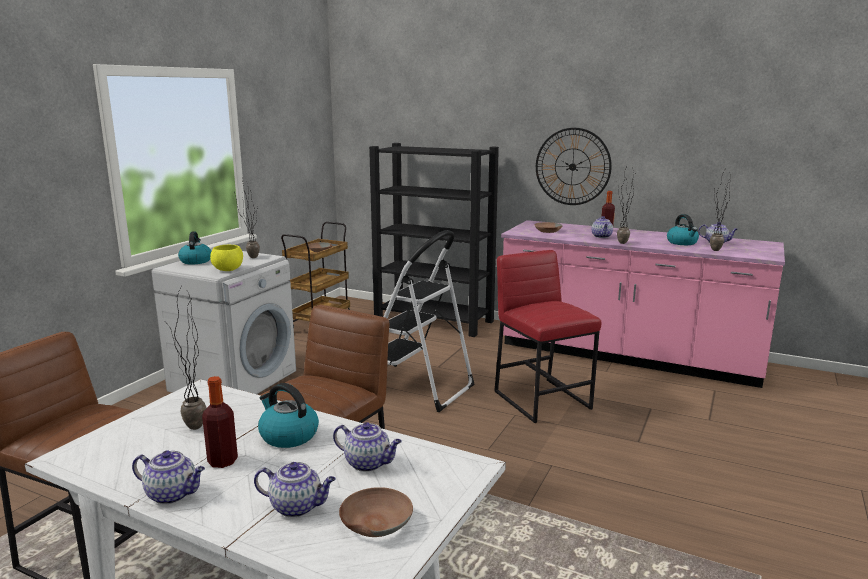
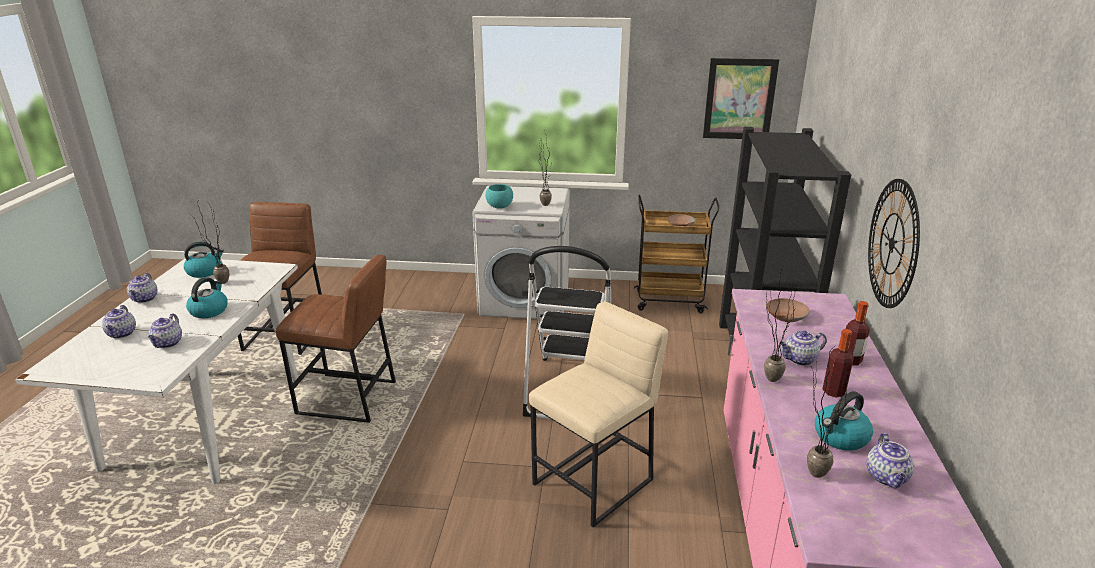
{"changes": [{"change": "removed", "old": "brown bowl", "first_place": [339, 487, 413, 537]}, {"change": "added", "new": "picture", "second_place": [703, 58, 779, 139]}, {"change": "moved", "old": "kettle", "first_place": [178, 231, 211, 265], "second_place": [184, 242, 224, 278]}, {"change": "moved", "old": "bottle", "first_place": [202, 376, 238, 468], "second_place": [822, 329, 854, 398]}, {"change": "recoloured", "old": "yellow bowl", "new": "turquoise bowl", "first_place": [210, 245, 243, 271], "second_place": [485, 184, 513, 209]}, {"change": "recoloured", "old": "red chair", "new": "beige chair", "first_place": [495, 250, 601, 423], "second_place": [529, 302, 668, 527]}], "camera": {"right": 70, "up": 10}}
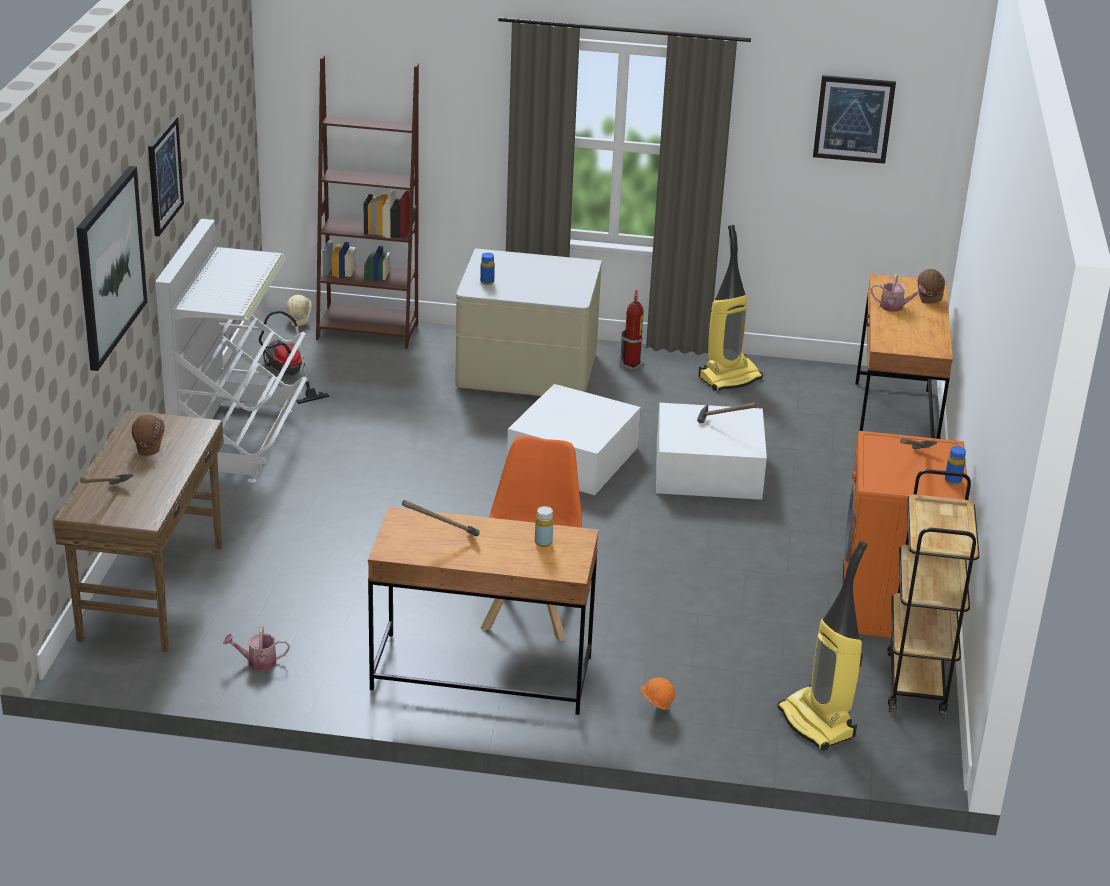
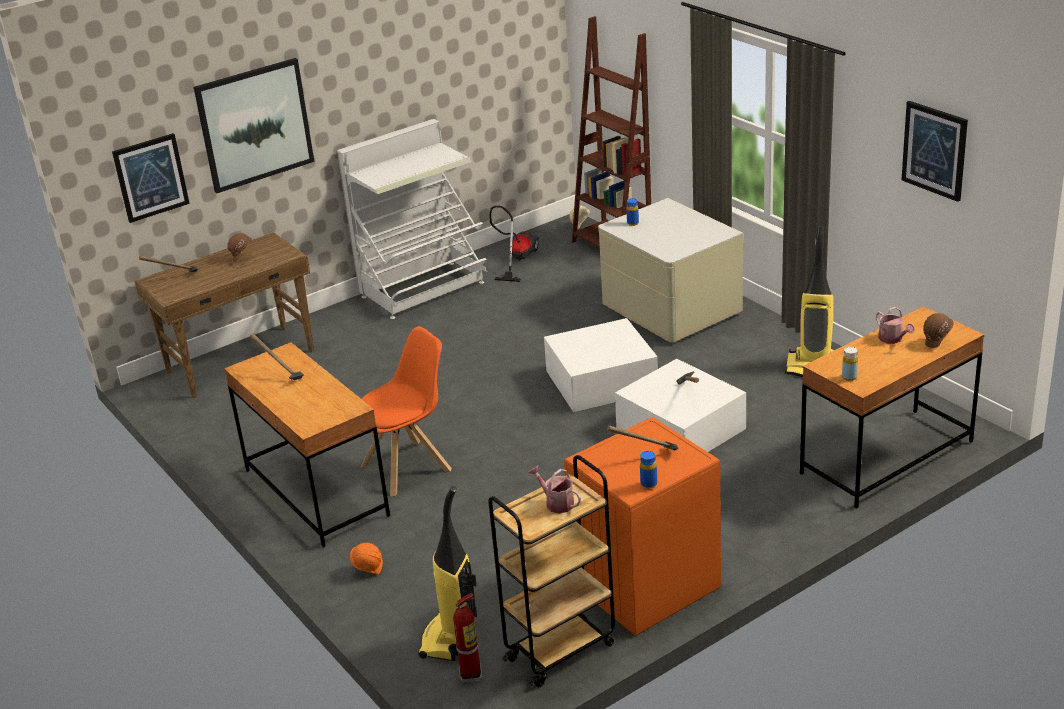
{"changes": [{"change": "moved", "old": "picture", "first_place": [148, 116, 184, 236], "second_place": [112, 133, 190, 223]}, {"change": "moved", "old": "watering can", "first_place": [223, 626, 290, 670], "second_place": [528, 466, 581, 513]}, {"change": "moved", "old": "yellow bottle", "first_place": [535, 506, 553, 547], "second_place": [842, 347, 858, 381]}, {"change": "moved", "old": "fire extinguisher", "first_place": [620, 290, 644, 371], "second_place": [453, 593, 482, 683]}], "camera": {"right": 50, "up": 0}}
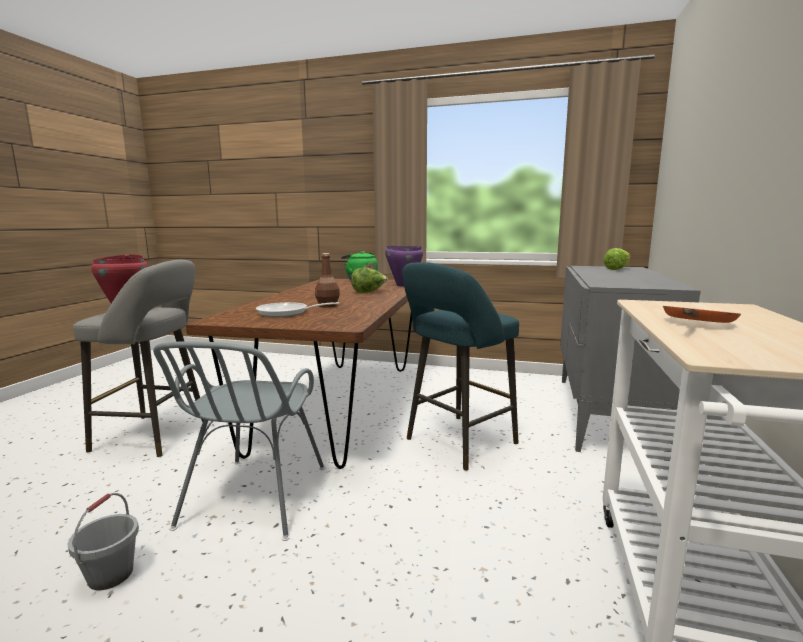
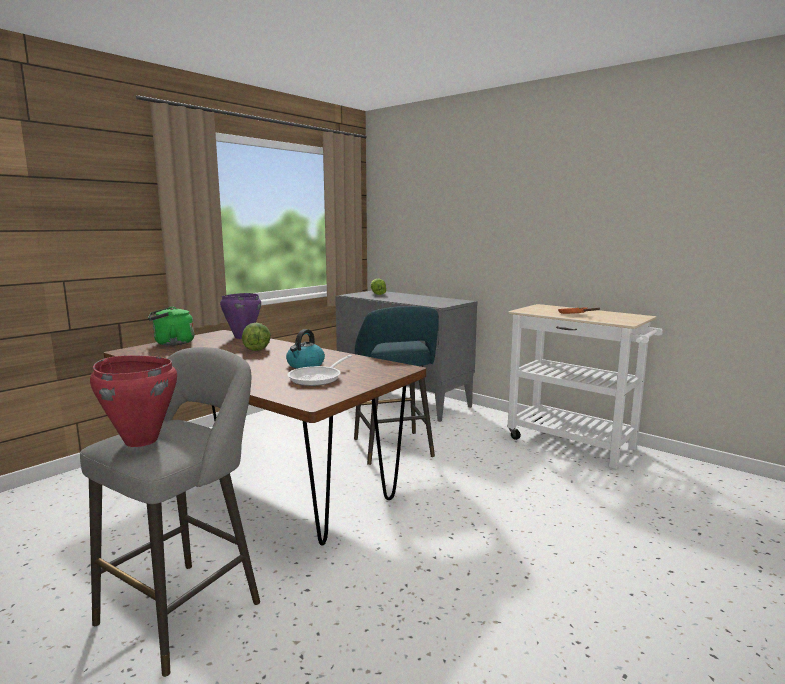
{"changes": [{"change": "removed", "old": "grey bucket", "first_place": [67, 493, 139, 590]}, {"change": "removed", "old": "grey chair", "first_place": [153, 341, 325, 541]}, {"change": "replaced", "old": "brown bottle", "new": "kettle", "first_place": [315, 253, 340, 308], "second_place": [286, 329, 325, 369]}], "camera": {"right": -65, "up": 0}}
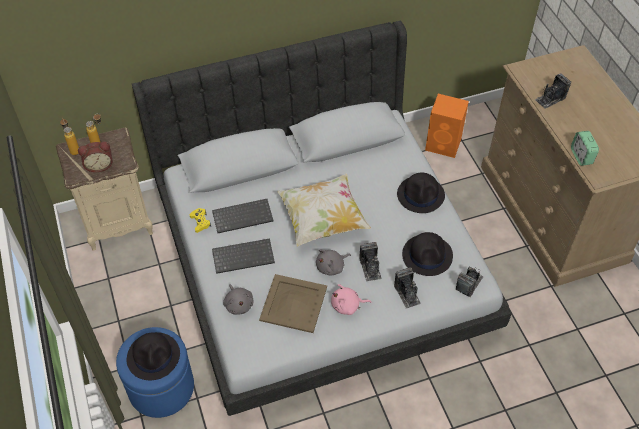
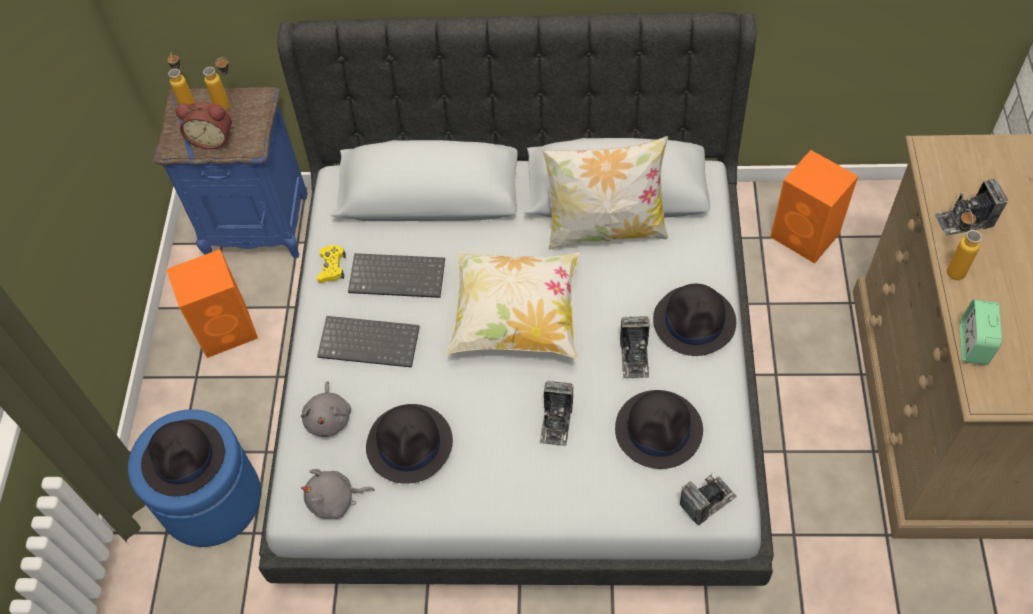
{"changes": [{"change": "removed", "old": "pink plush toy", "first_place": [331, 284, 372, 315]}, {"change": "added", "new": "orange speaker", "second_place": [166, 249, 258, 358]}, {"change": "added", "new": "pillow", "second_place": [542, 136, 668, 250]}, {"change": "added", "new": "bottle", "second_place": [947, 209, 982, 280]}, {"change": "moved", "old": "grey plush toy", "first_place": [316, 250, 351, 276], "second_place": [301, 469, 375, 519]}, {"change": "moved", "old": "photo camera", "first_place": [394, 267, 421, 309], "second_place": [620, 316, 650, 379]}, {"change": "replaced", "old": "beige tray", "new": "black hat", "first_place": [259, 274, 327, 333], "second_place": [366, 404, 453, 484]}, {"change": "recoloured", "old": "beige nightstand", "new": "blue nightstand", "first_place": [56, 128, 153, 251], "second_place": [153, 87, 308, 258]}], "camera": {"right": 25, "up": 5}}
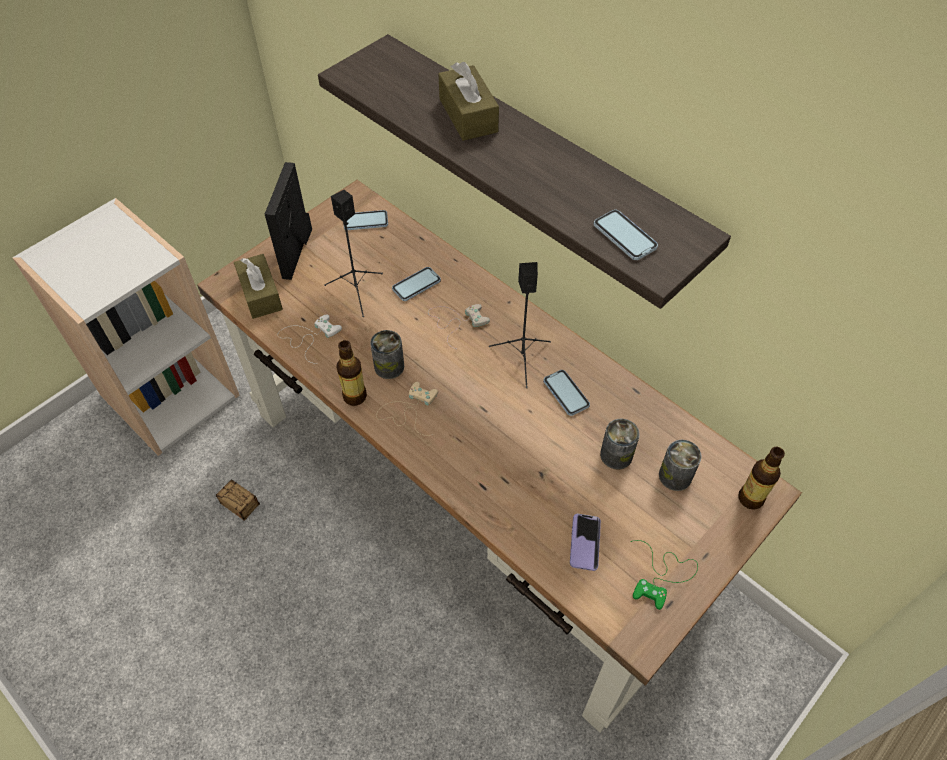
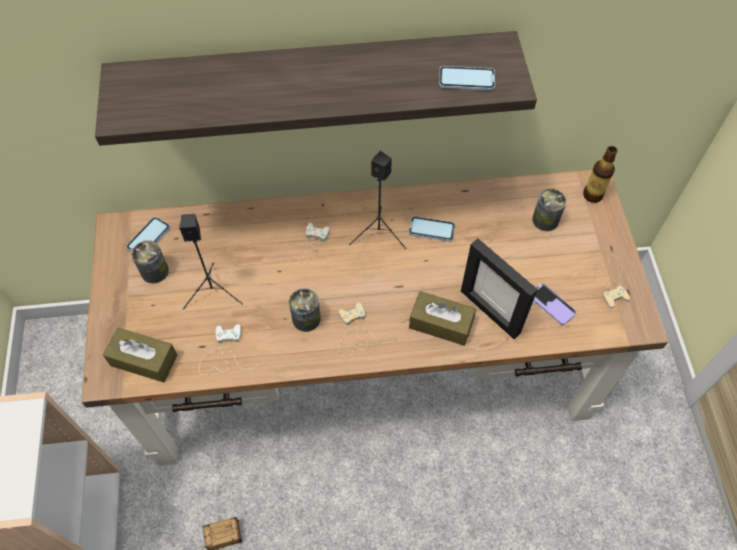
{"changes": [{"change": "removed", "old": "bottle", "first_place": [336, 340, 367, 406]}, {"change": "removed", "old": "phone", "first_place": [392, 267, 441, 301]}, {"change": "moved", "old": "picture frame", "first_place": [265, 162, 312, 280], "second_place": [461, 238, 538, 339]}, {"change": "moved", "old": "brown tissue box", "first_place": [439, 61, 499, 141], "second_place": [409, 291, 476, 346]}, {"change": "moved", "old": "can", "first_place": [600, 419, 640, 470], "second_place": [131, 240, 169, 284]}, {"change": "recoloured", "old": "green game controller", "new": "beige game controller", "first_place": [630, 540, 698, 610], "second_place": [573, 256, 630, 308]}], "camera": {"right": -50, "up": 5}}
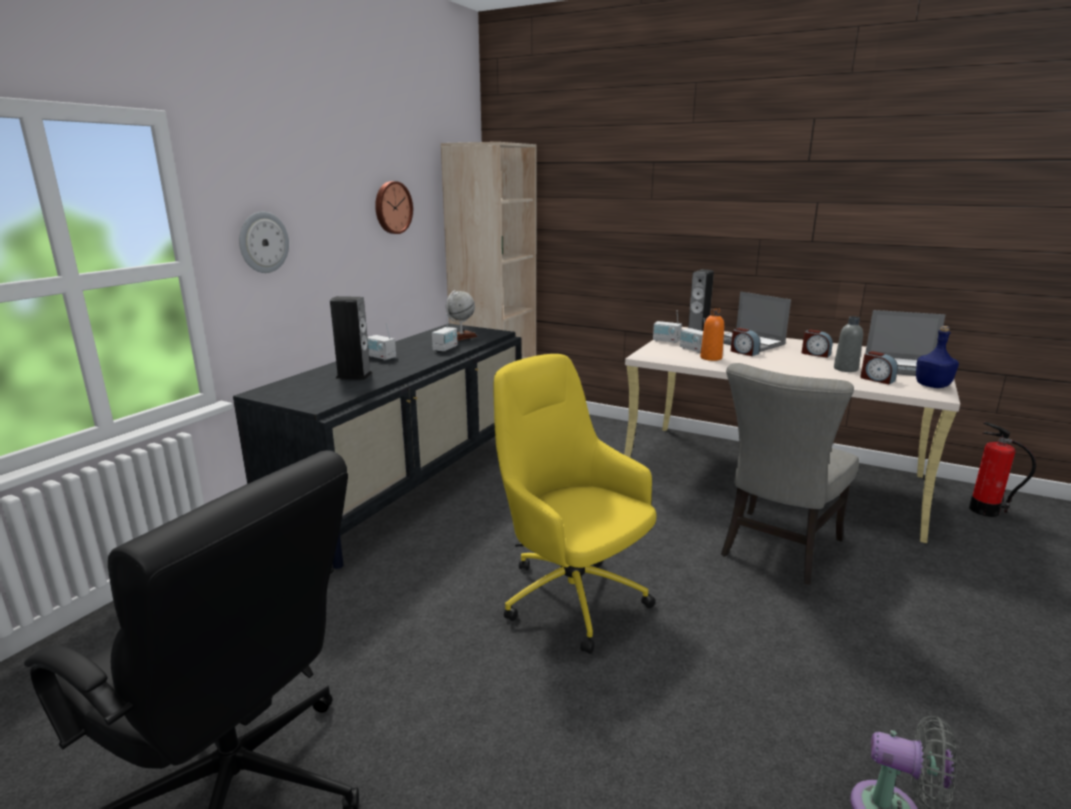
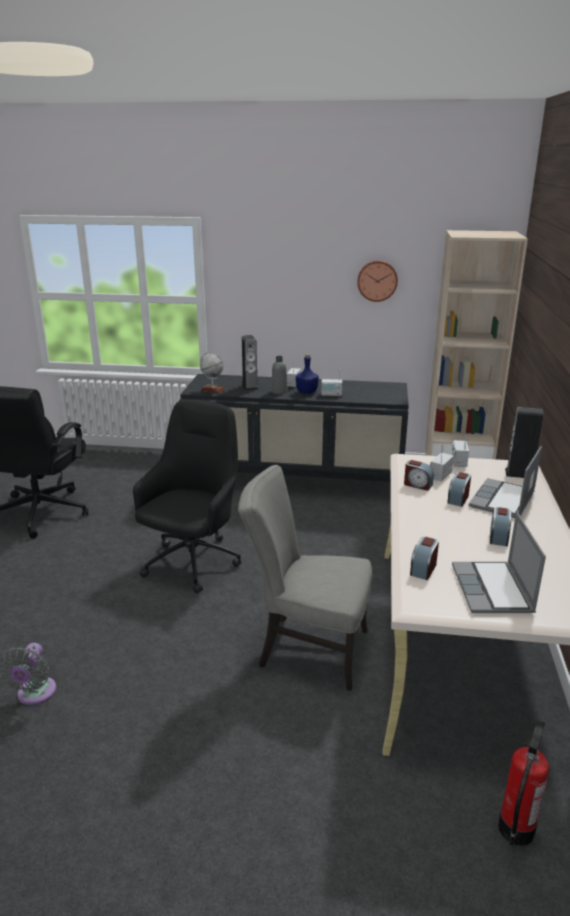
{"changes": [{"change": "removed", "old": "wall clock", "first_place": [239, 212, 289, 273]}, {"change": "moved", "old": "globe", "first_place": [446, 290, 477, 341], "second_place": [200, 353, 226, 394]}, {"change": "moved", "old": "grey bottle", "first_place": [834, 316, 863, 372], "second_place": [272, 356, 287, 394]}, {"change": "moved", "old": "blue bottle", "first_place": [916, 326, 959, 388], "second_place": [296, 354, 319, 394]}, {"change": "replaced", "old": "orange bottle", "new": "alarm clock", "first_place": [700, 308, 724, 361], "second_place": [404, 460, 434, 491]}, {"change": "recoloured", "old": "yellow office chair", "new": "black office chair", "first_place": [493, 354, 656, 654], "second_place": [133, 400, 241, 594]}], "camera": {"right": 70, "up": 5}}
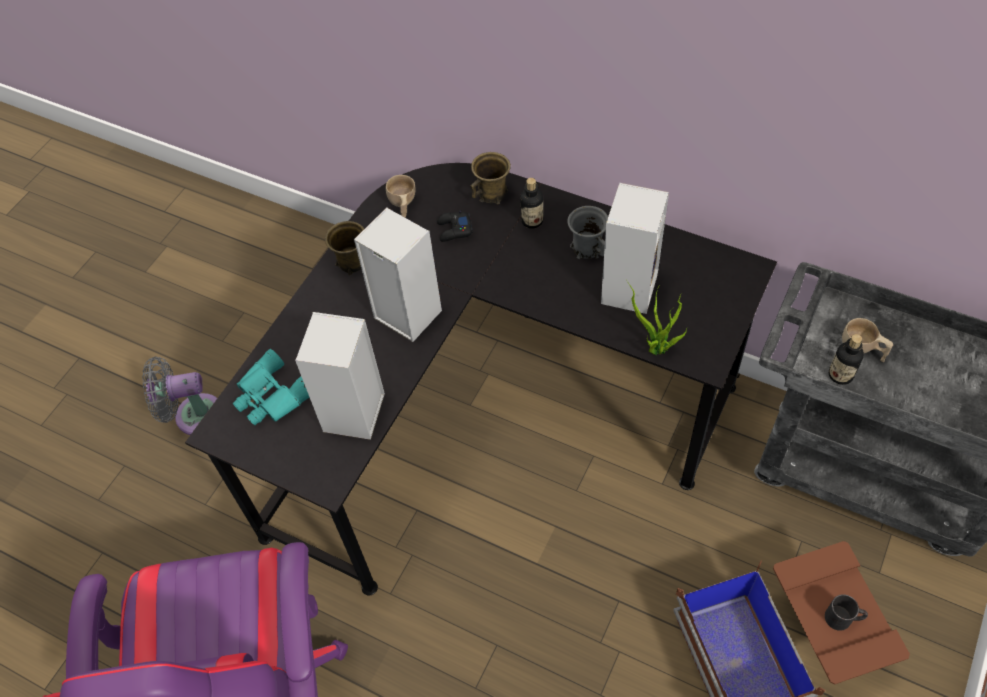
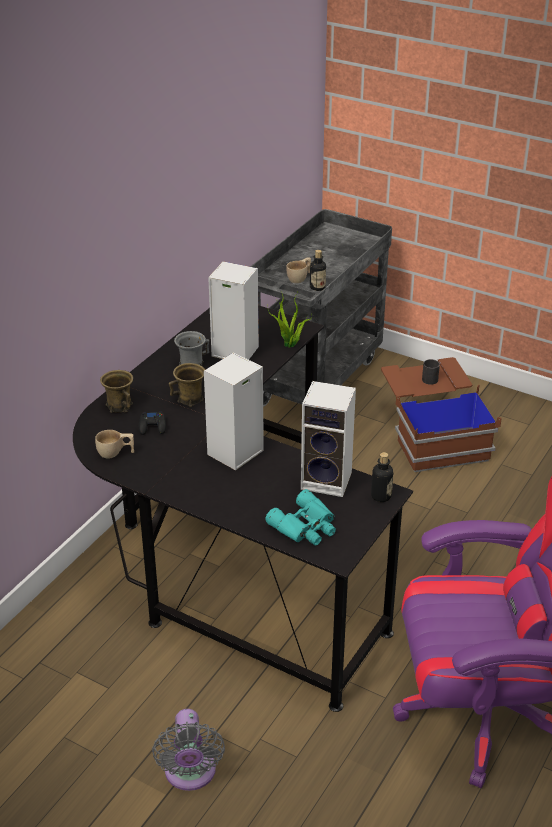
{"changes": [{"change": "moved", "old": "brown mug", "first_place": [325, 221, 364, 275], "second_place": [169, 363, 205, 407]}, {"change": "moved", "old": "bottle", "first_place": [520, 178, 543, 229], "second_place": [371, 452, 393, 502]}], "camera": {"right": -90, "up": -20}}
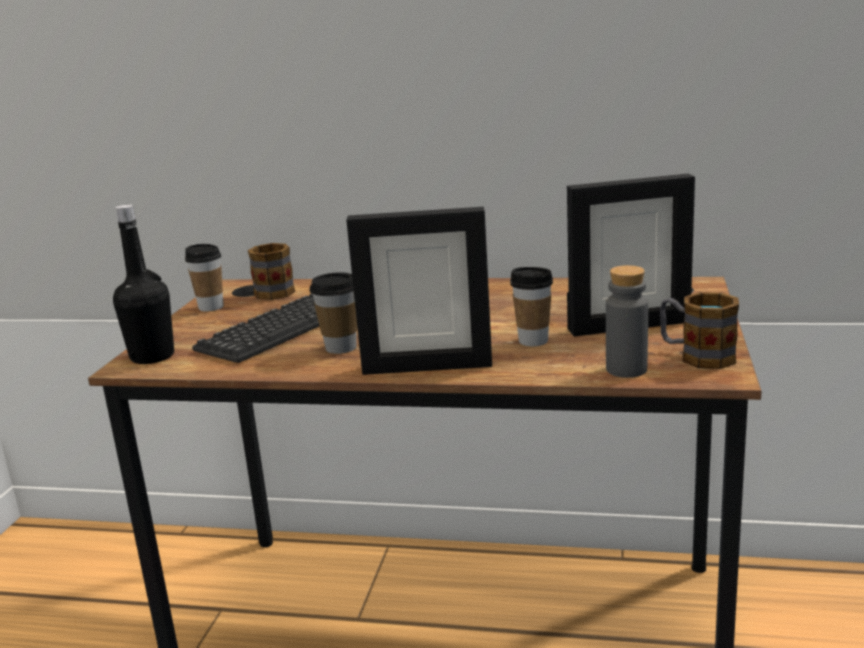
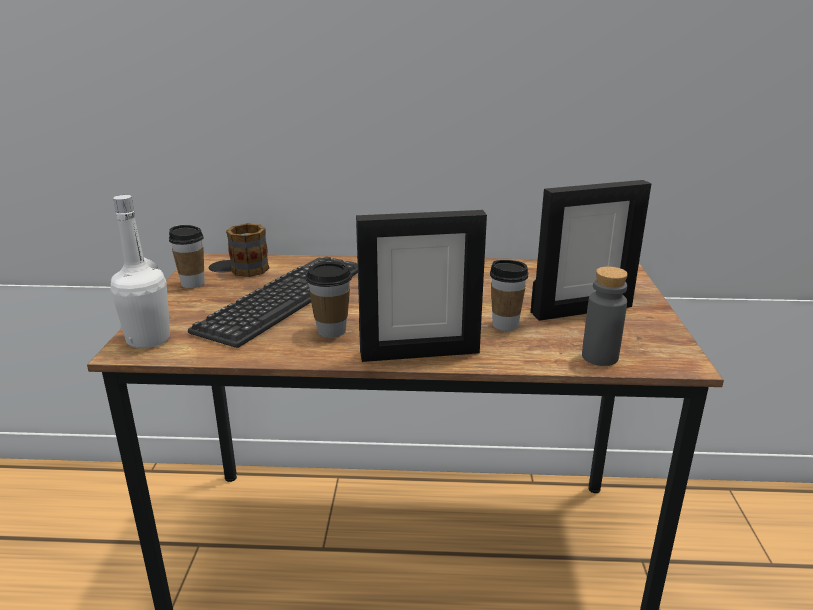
{"changes": [{"change": "removed", "old": "mug", "first_place": [660, 292, 739, 369]}, {"change": "recoloured", "old": "black bottle", "new": "white bottle", "first_place": [113, 204, 174, 364], "second_place": [110, 195, 170, 349]}], "camera": {"right": -10, "up": 5}}
